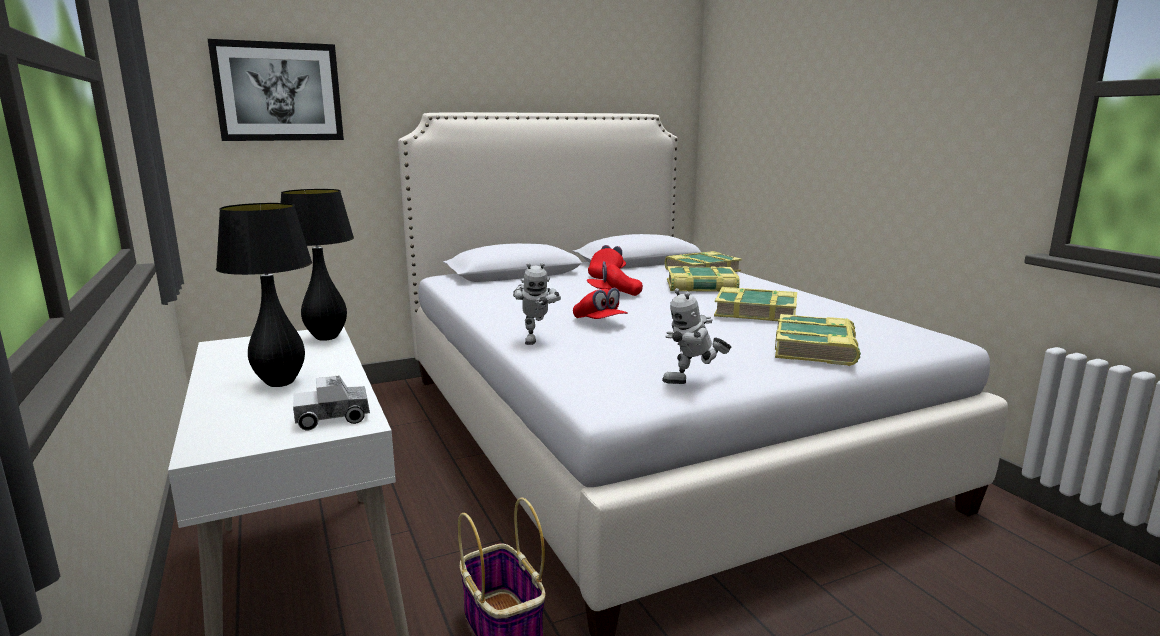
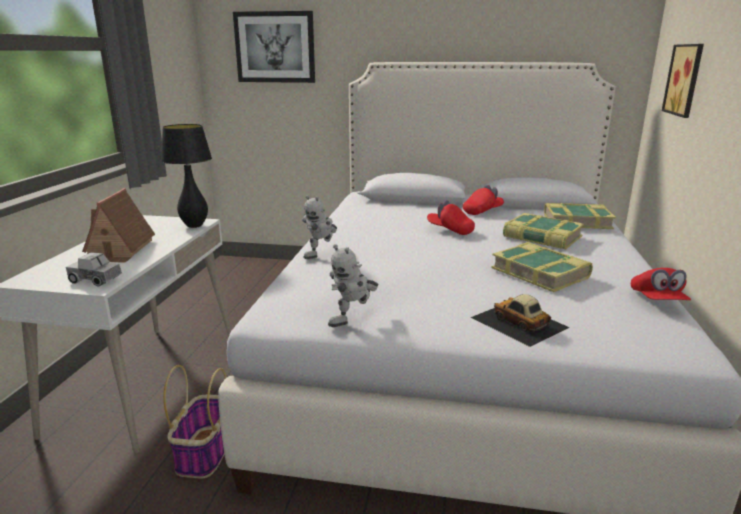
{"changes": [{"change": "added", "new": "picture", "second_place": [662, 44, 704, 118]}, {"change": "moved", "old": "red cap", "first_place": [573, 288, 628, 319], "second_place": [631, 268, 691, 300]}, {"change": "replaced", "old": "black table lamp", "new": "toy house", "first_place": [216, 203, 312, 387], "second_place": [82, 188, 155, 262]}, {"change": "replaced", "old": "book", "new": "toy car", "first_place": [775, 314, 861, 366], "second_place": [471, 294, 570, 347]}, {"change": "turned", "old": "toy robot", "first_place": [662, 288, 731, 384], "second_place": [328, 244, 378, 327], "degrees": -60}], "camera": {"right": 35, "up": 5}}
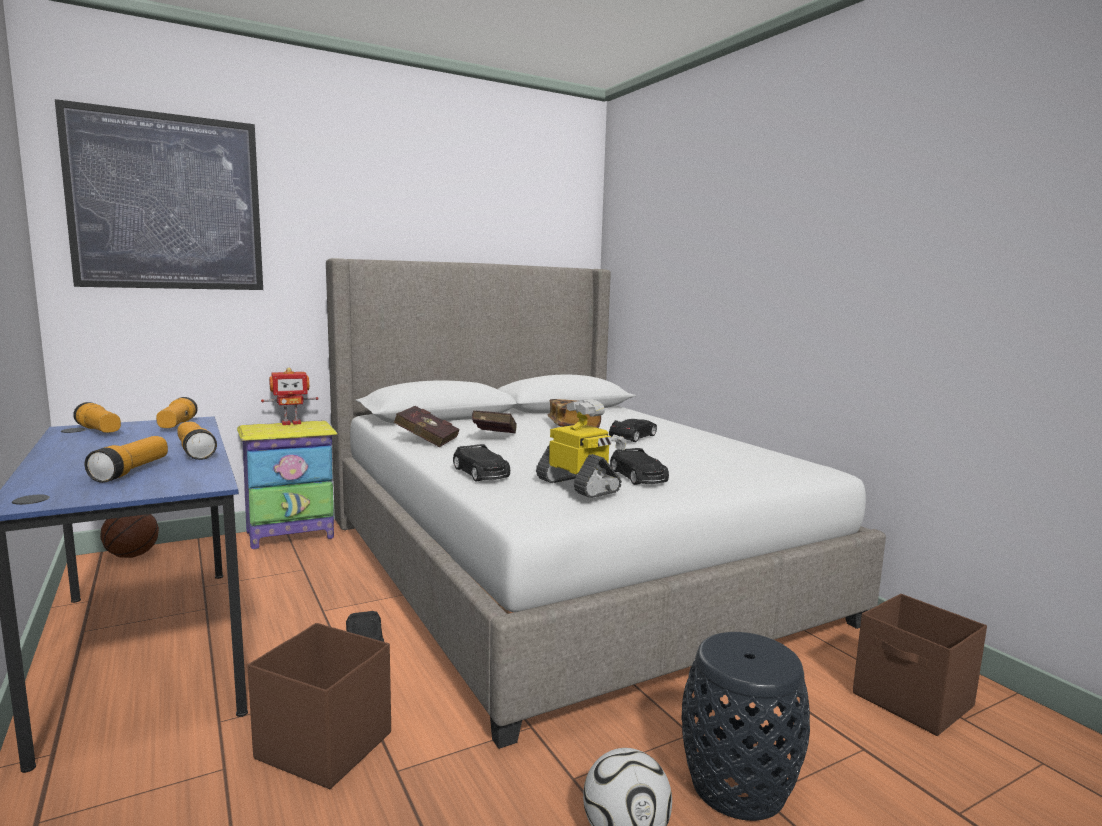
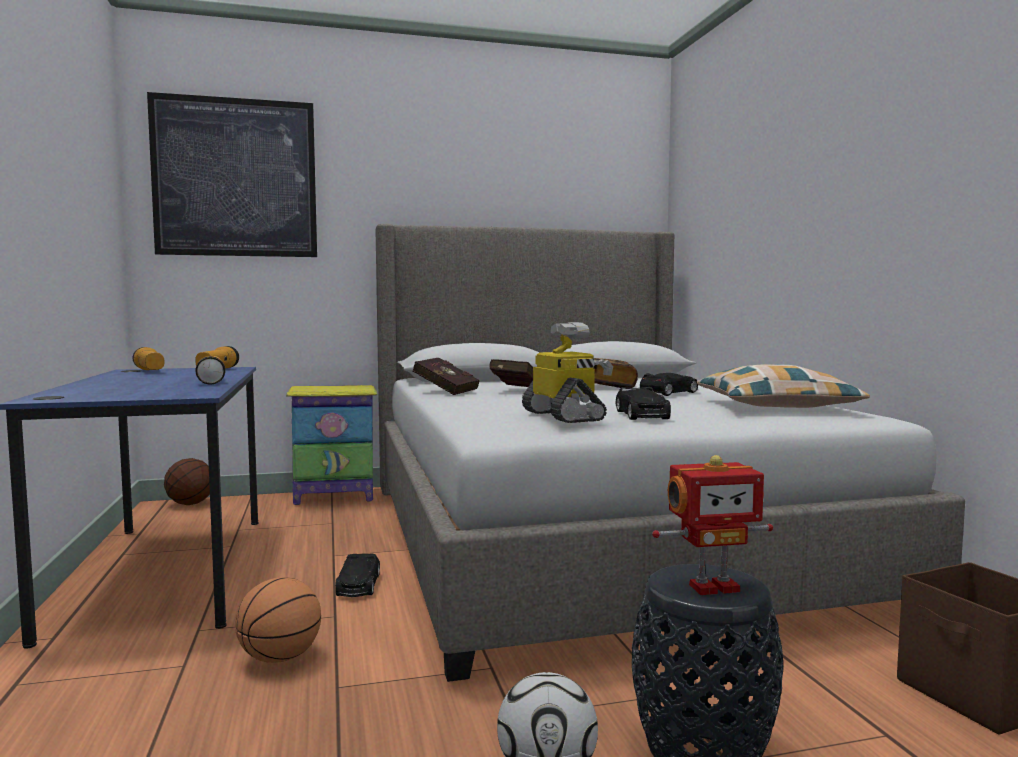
{"changes": [{"change": "removed", "old": "flashlight", "first_place": [85, 436, 168, 483]}, {"change": "removed", "old": "black toy car", "first_place": [453, 444, 510, 482]}, {"change": "added", "new": "pillow", "second_place": [697, 364, 870, 408]}, {"change": "moved", "old": "toy robot", "first_place": [261, 368, 319, 425], "second_place": [652, 455, 773, 595]}, {"change": "replaced", "old": "brown storage box", "new": "basketball", "first_place": [247, 623, 391, 789], "second_place": [235, 577, 321, 663]}], "camera": {"right": 15, "up": -5}}
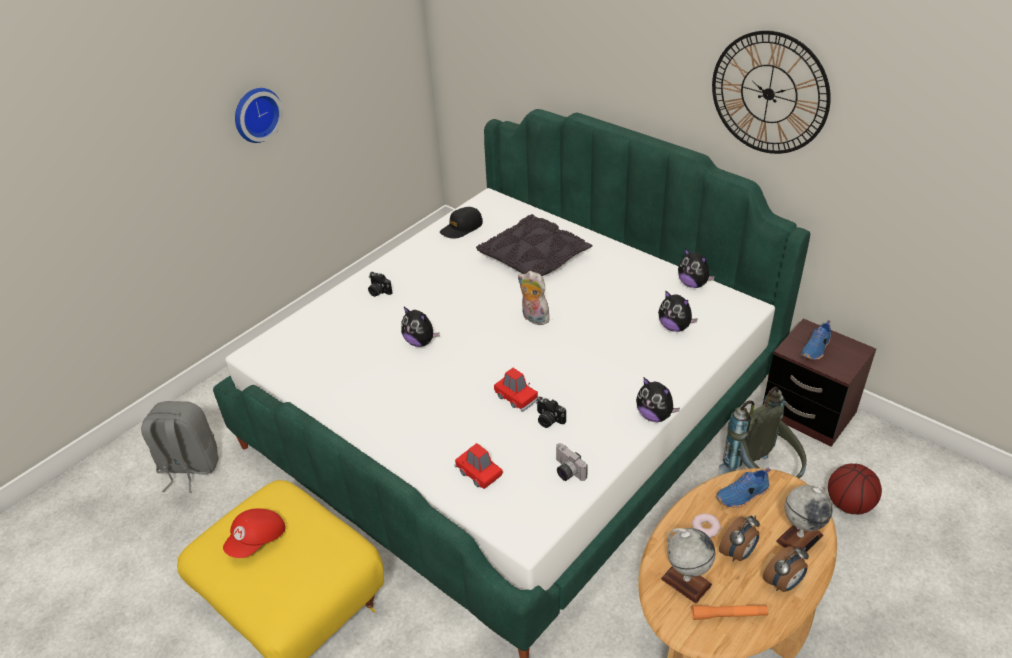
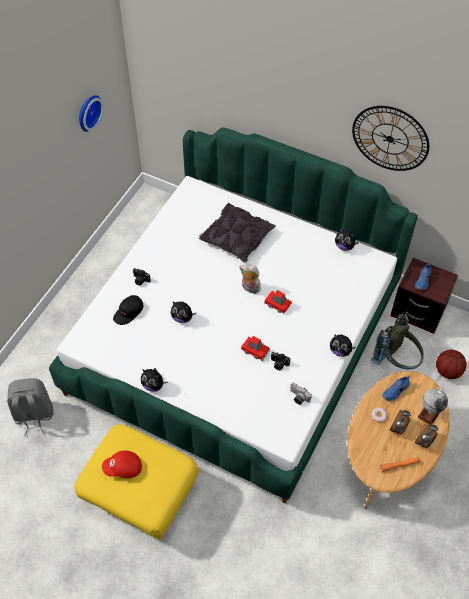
{"changes": [{"change": "removed", "old": "globe", "first_place": [661, 528, 715, 604]}, {"change": "moved", "old": "wall clock", "first_place": [235, 88, 283, 143], "second_place": [79, 95, 104, 132]}, {"change": "moved", "old": "black cap", "first_place": [440, 207, 483, 238], "second_place": [113, 295, 143, 325]}, {"change": "moved", "old": "red toy car", "first_place": [455, 443, 503, 489], "second_place": [264, 290, 292, 313]}, {"change": "moved", "old": "plush toy", "first_place": [658, 290, 698, 332], "second_place": [141, 368, 168, 392]}, {"change": "turned", "old": "red cap", "first_place": [223, 508, 286, 558], "second_place": [102, 451, 142, 478], "degrees": 60}], "camera": {"right": -15, "up": 15}}
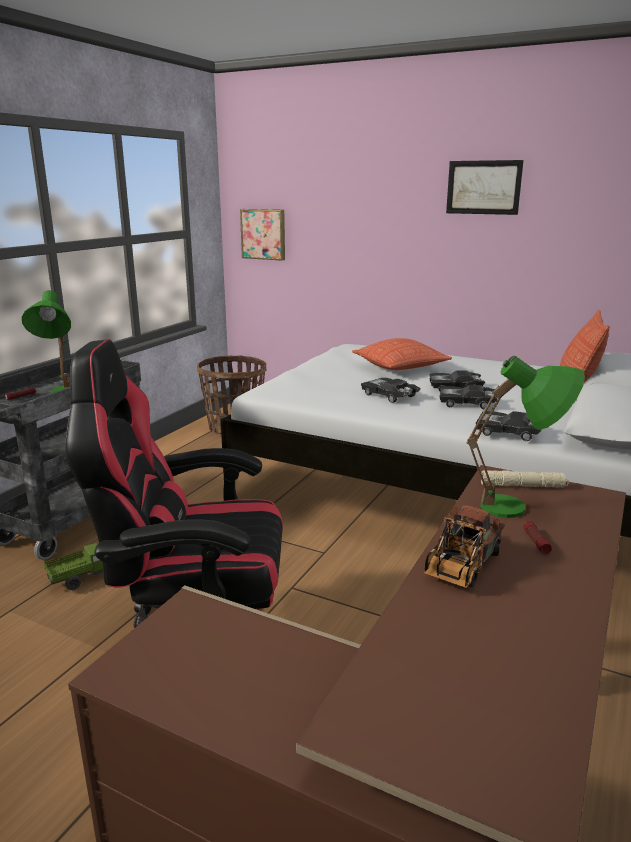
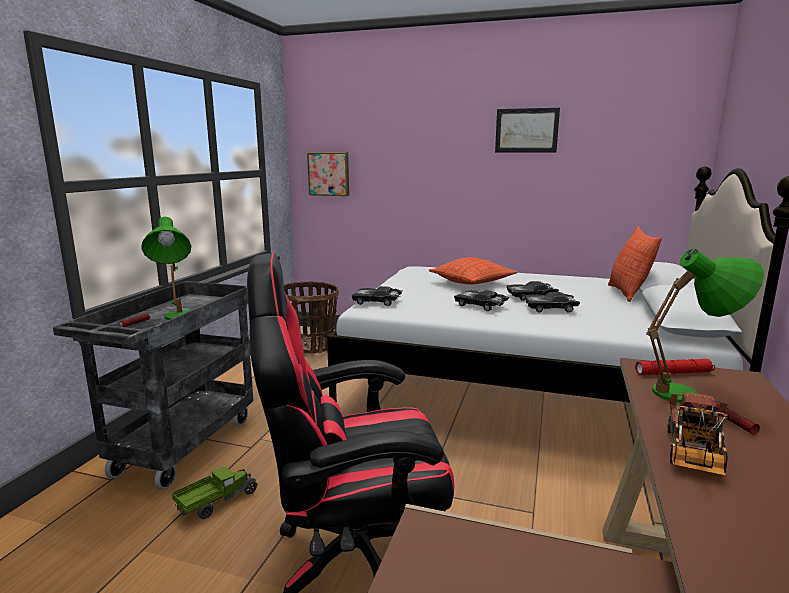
{"changes": [{"change": "moved", "old": "black toy car", "first_place": [476, 411, 542, 441], "second_place": [351, 286, 403, 306]}, {"change": "recoloured", "old": "beige flashlight", "new": "red flashlight", "first_place": [481, 470, 569, 488], "second_place": [635, 359, 715, 375]}], "camera": {"right": -10, "up": -5}}
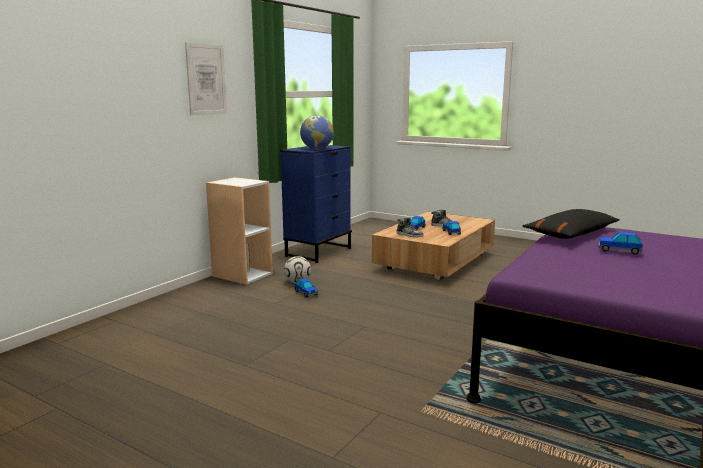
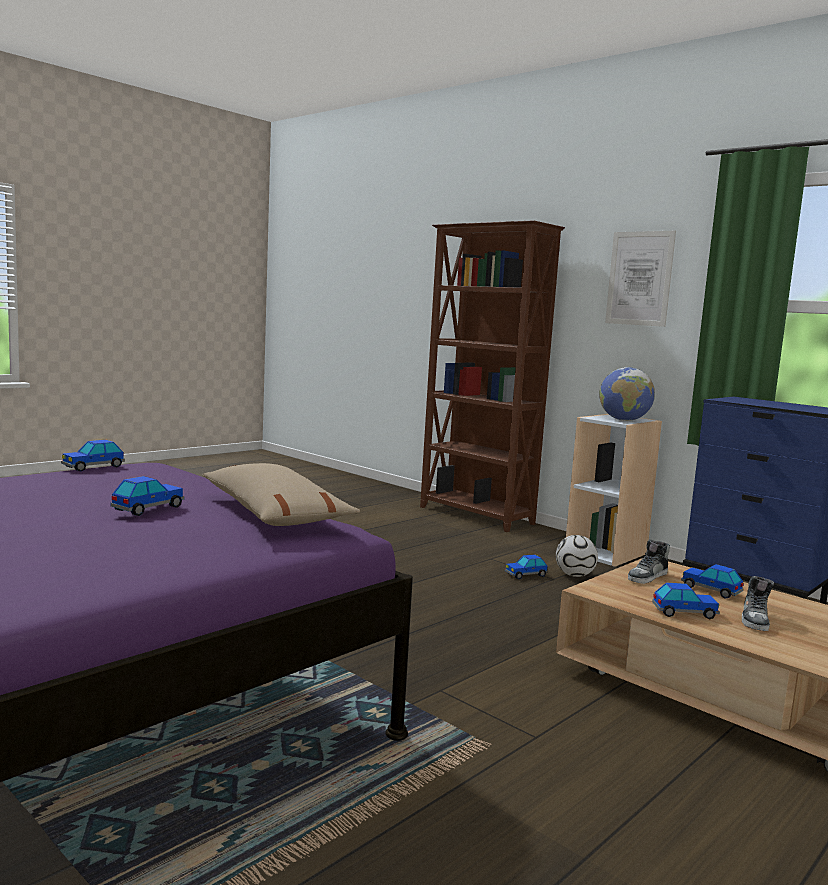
{"changes": [{"change": "added", "new": "toy car", "second_place": [61, 440, 125, 472]}, {"change": "added", "new": "brown bookcase", "second_place": [420, 220, 565, 532]}, {"change": "moved", "old": "globe", "first_place": [300, 115, 334, 149], "second_place": [599, 367, 655, 421]}, {"change": "recoloured", "old": "black pillow", "new": "beige pillow", "first_place": [522, 209, 620, 239], "second_place": [203, 463, 360, 526]}], "camera": {"right": 100, "up": -5}}
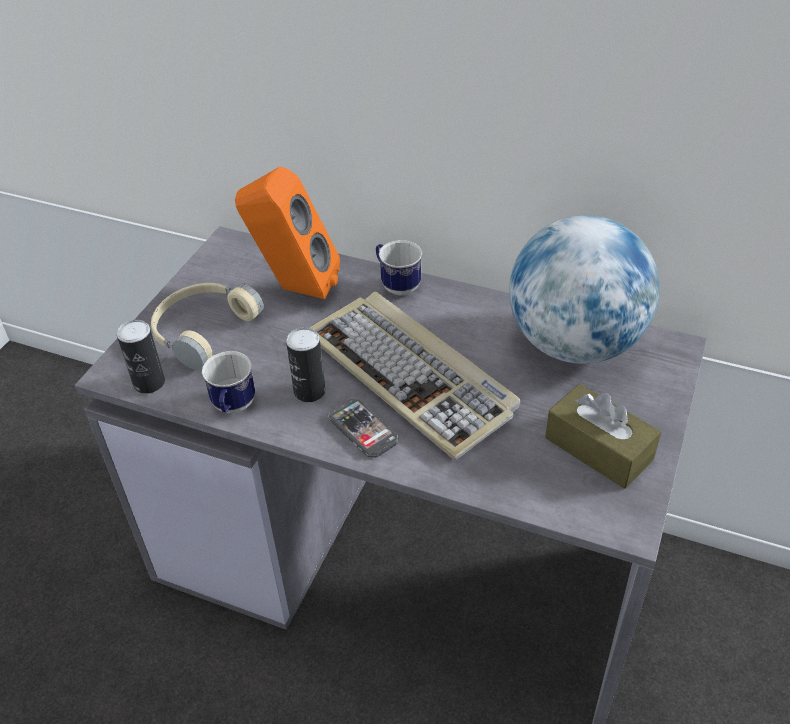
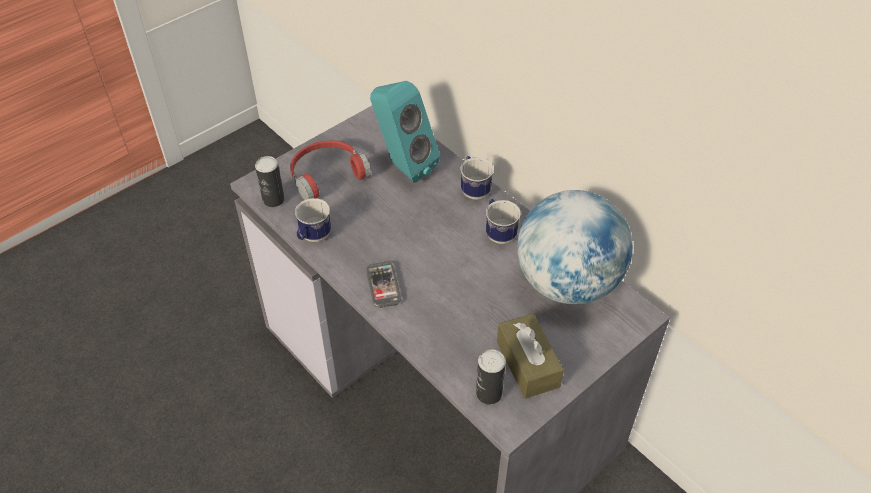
{"changes": [{"change": "removed", "old": "keyboard", "first_place": [310, 292, 520, 460]}, {"change": "added", "new": "mug", "second_place": [486, 199, 521, 244]}, {"change": "moved", "old": "can", "first_place": [286, 328, 326, 402], "second_place": [476, 349, 506, 405]}, {"change": "recoloured", "old": "beige headphones", "new": "red headphones", "first_place": [151, 283, 264, 369], "second_place": [290, 140, 371, 200]}, {"change": "recoloured", "old": "orange speaker", "new": "turquoise speaker", "first_place": [235, 167, 340, 299], "second_place": [370, 81, 440, 183]}], "camera": {"right": 25, "up": 5}}
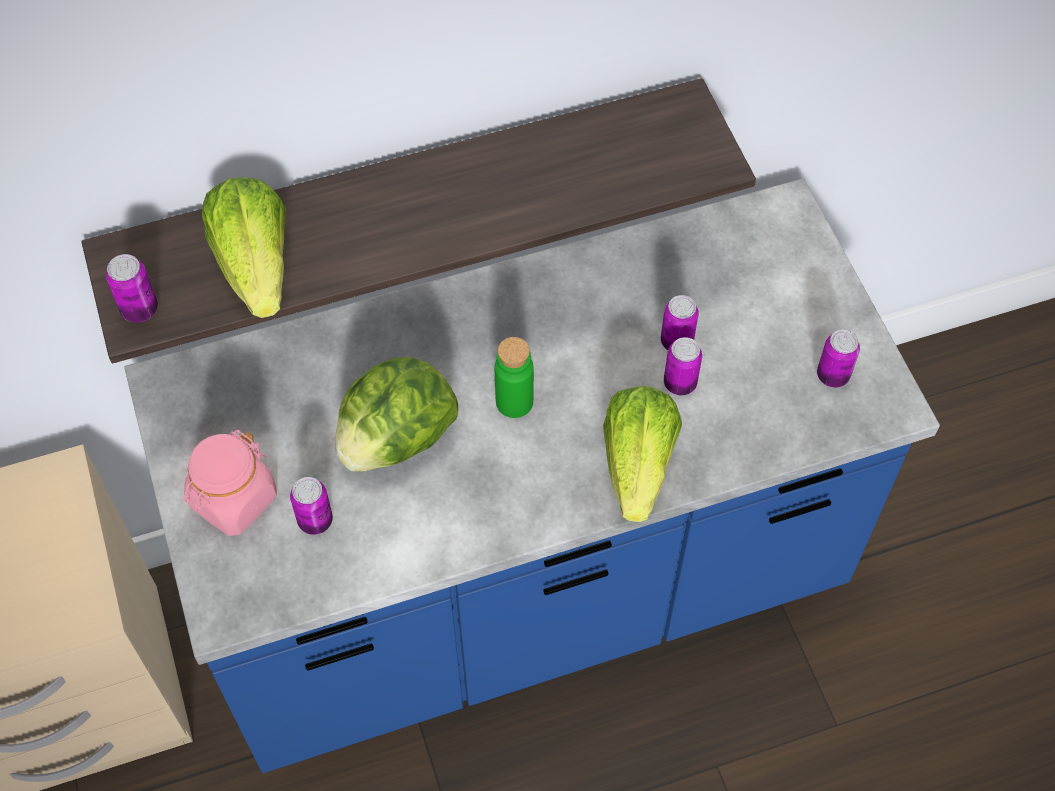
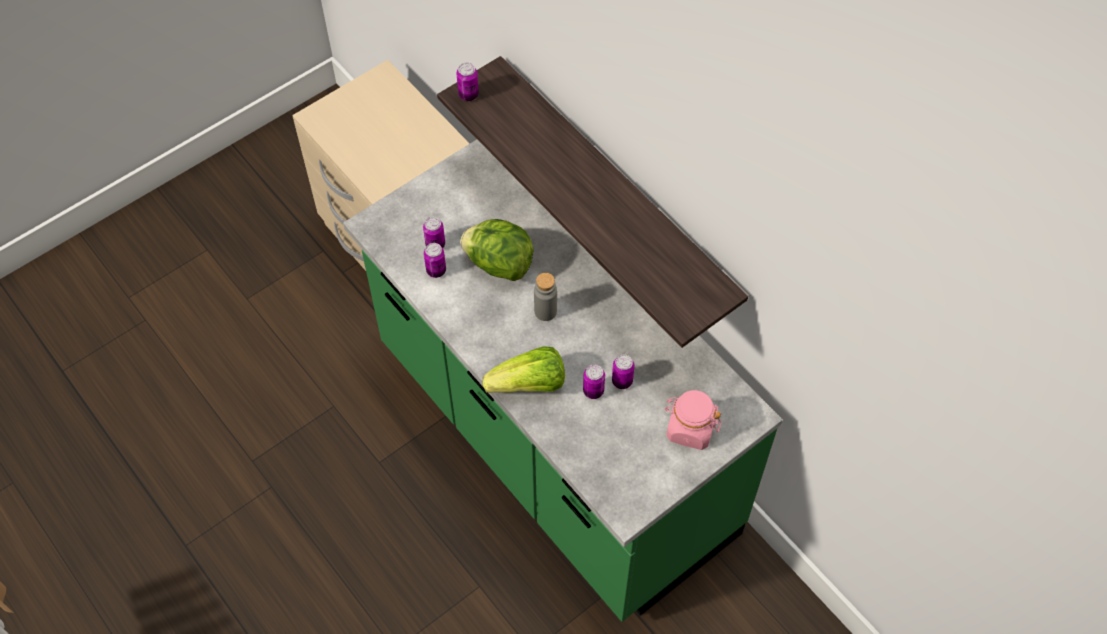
{"changes": [{"change": "removed", "old": "lettuce", "first_place": [202, 177, 286, 318]}, {"change": "moved", "old": "pink jar", "first_place": [184, 430, 277, 536], "second_place": [664, 390, 721, 450]}, {"change": "moved", "old": "can", "first_place": [817, 329, 860, 387], "second_place": [424, 243, 446, 278]}, {"change": "recoloured", "old": "blue counter", "new": "green counter", "first_place": [125, 178, 940, 773], "second_place": [343, 139, 783, 622]}, {"change": "recoloured", "old": "green bottle", "new": "grey bottle", "first_place": [495, 337, 534, 418], "second_place": [534, 273, 557, 321]}], "camera": {"right": 70, "up": 0}}
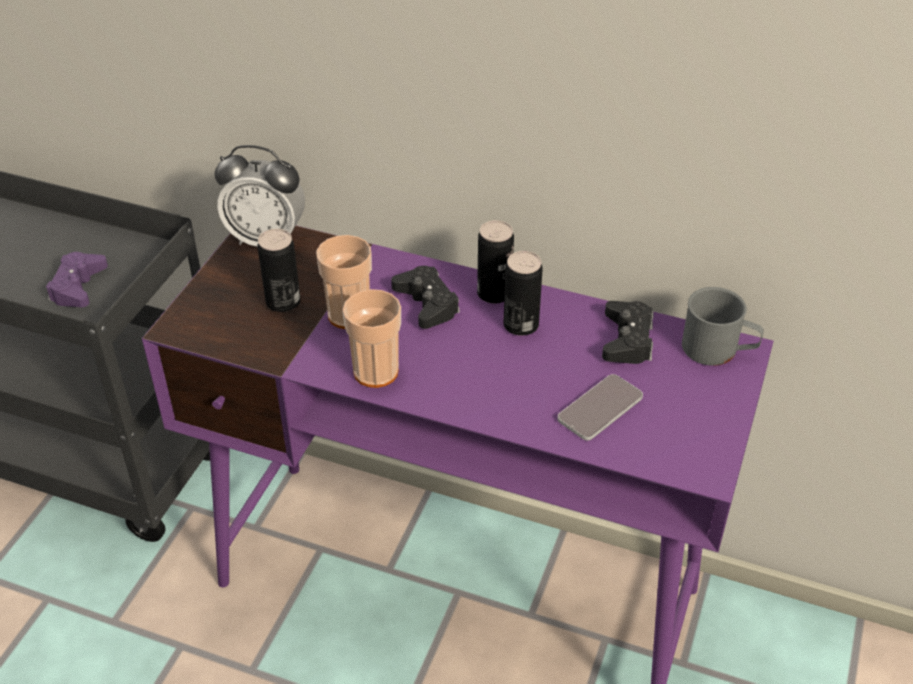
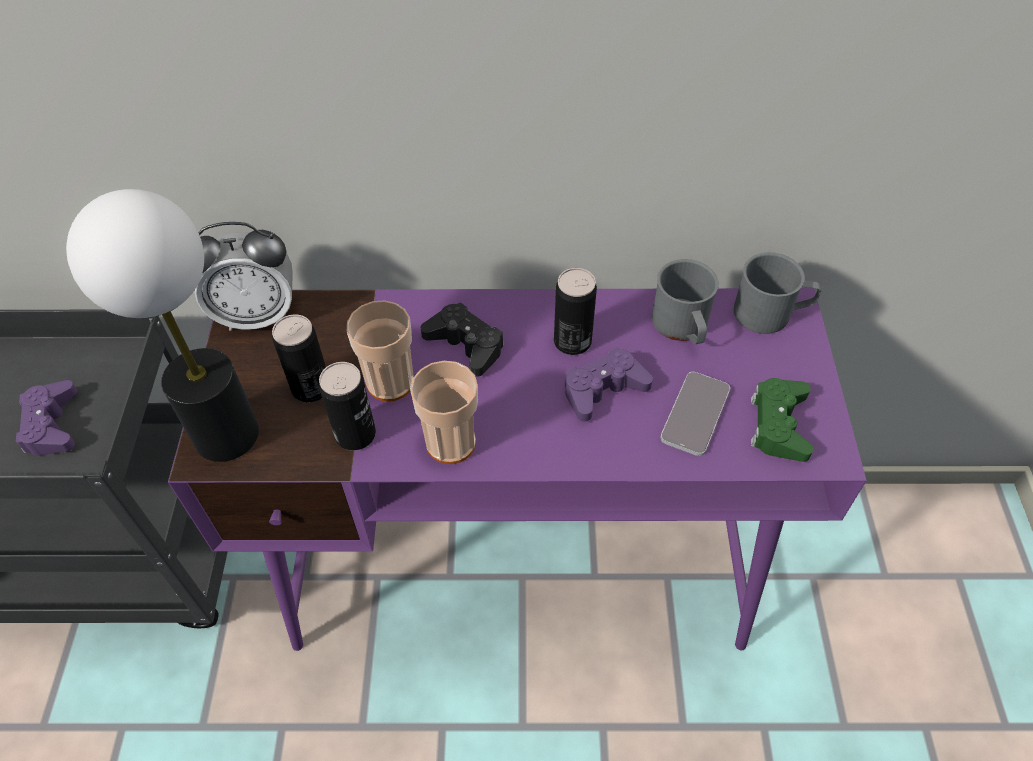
{"changes": [{"change": "added", "new": "table lamp", "second_place": [66, 189, 259, 462]}, {"change": "added", "new": "purple game controller", "second_place": [565, 347, 653, 421]}, {"change": "added", "new": "green game controller", "second_place": [751, 378, 814, 462]}, {"change": "moved", "old": "can", "first_place": [477, 220, 514, 303], "second_place": [319, 362, 376, 450]}, {"change": "replaced", "old": "black game controller", "new": "grey mug", "first_place": [602, 301, 654, 364], "second_place": [652, 259, 719, 344]}], "camera": {"right": -20, "up": 10}}
